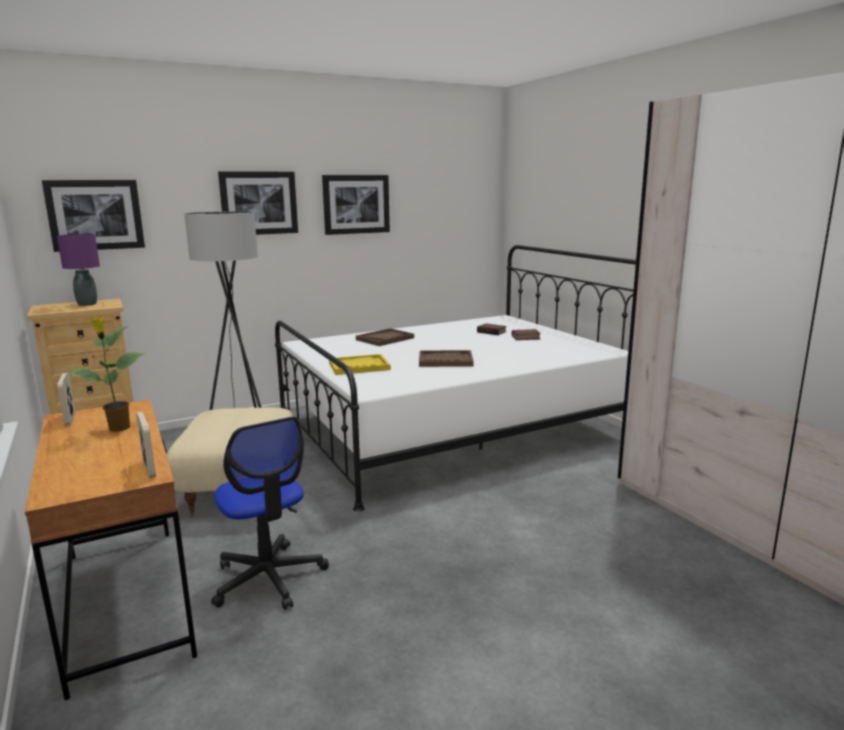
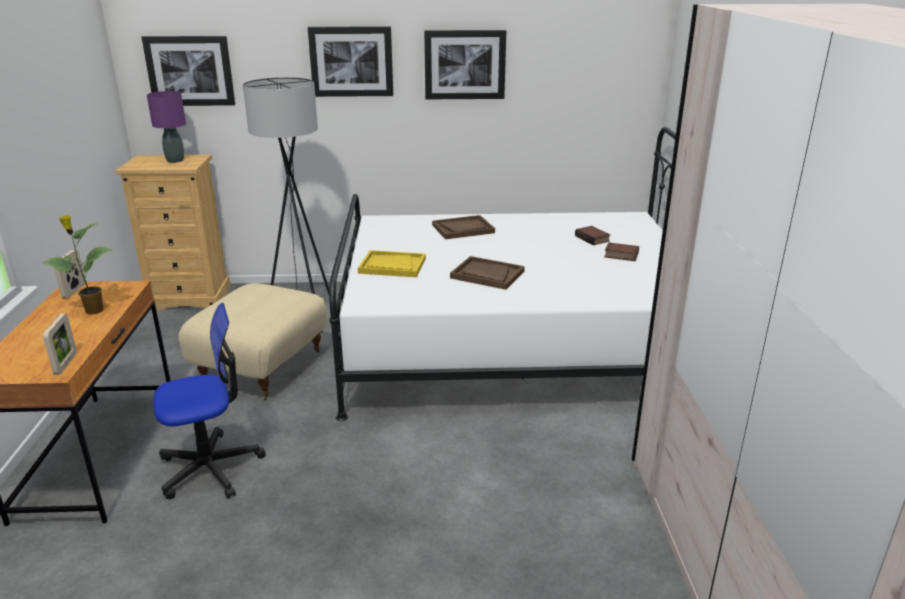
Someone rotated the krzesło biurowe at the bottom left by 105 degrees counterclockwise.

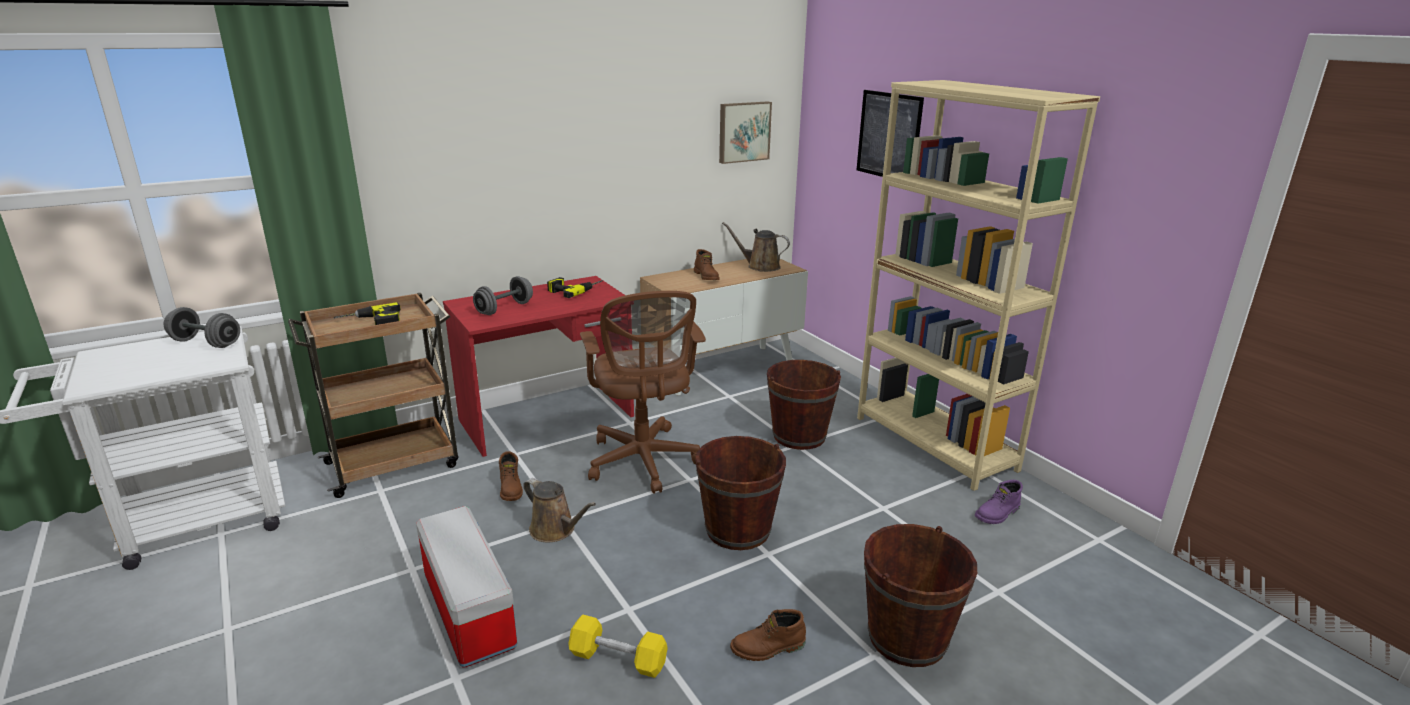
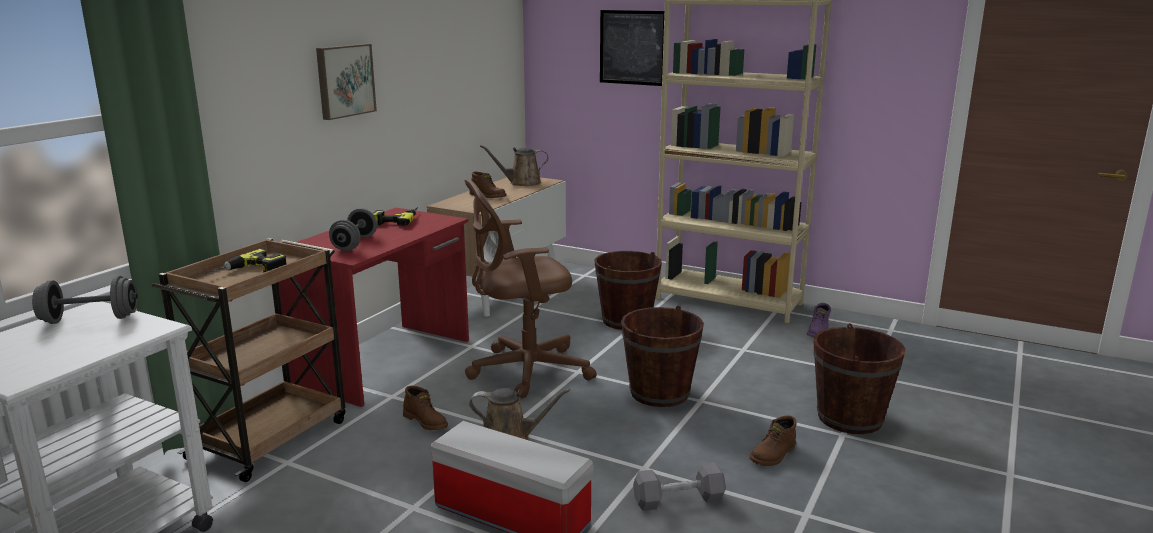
Someone repainted the hantel (żółty) at the bottom centre, which became the hantel (szary) (no. 3 from left) at the bottom centre.
Someone rotated the krzesło biurowe (brązowy) at the centre by 120 degrees clockwise.
Someone carried the obraz (no. 1 from left) from the top centre to the top left.

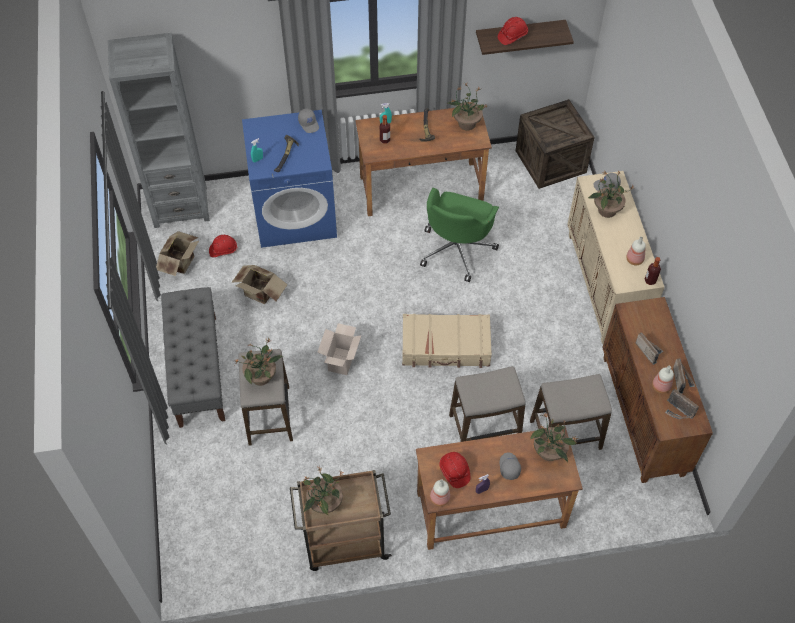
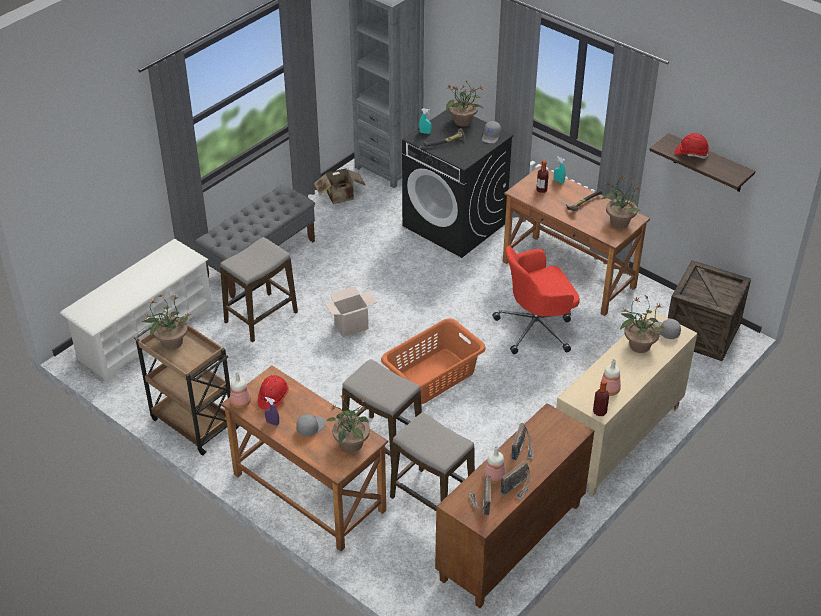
Someone took away the kask (czerwony) (no. 1 from left) at the middle left.
Someone took away the karton (no. 2 from left) at the middle left.
Someone carried the roślina doniczkowa (no. 1 from left in the first image) from the middle left to the top centre.
Someone repainted the pralka (niebieski) at the top centre, which became the pralka (czarny) at the top centre.
Someone swapped the walizka (beżowy) at the centre for the kosz na pranie (pomarańczowy) at the centre.
Someone repainted the krzesło biurowe (zielony) at the centre, which became the krzesło biurowe (czerwony) at the centre.
Someone put down the regał na buty (biały) at the middle left.

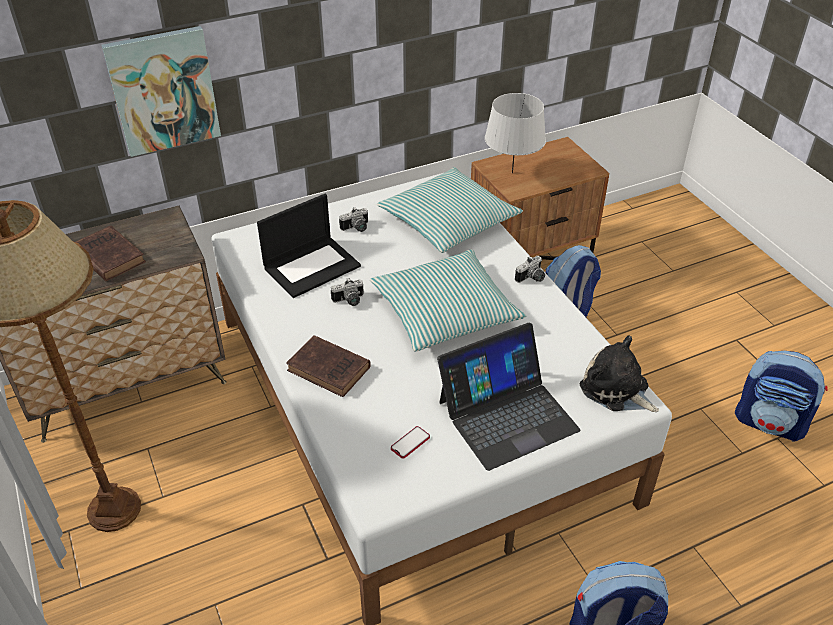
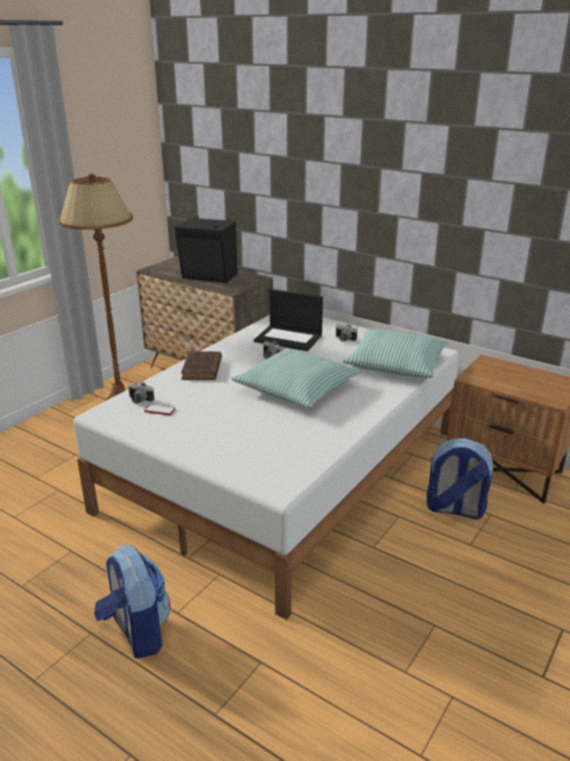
Someone swapped the książka (brązowy) (no. 1 from left) at the middle left for the głośnik (czarny) at the top centre.
Someone took away the obraz at the top left.
Someone took away the laptop (no. 2 from left) at the centre.
Someone took away the lampa stołowa (szary) at the top centre.
Someone carried the aparat fotograficzny (no. 3 from left in the first image) from the centre to the middle left.
Someone took away the pluszak at the middle right.
Someone took away the plecak (no. 3 from left) at the middle right.

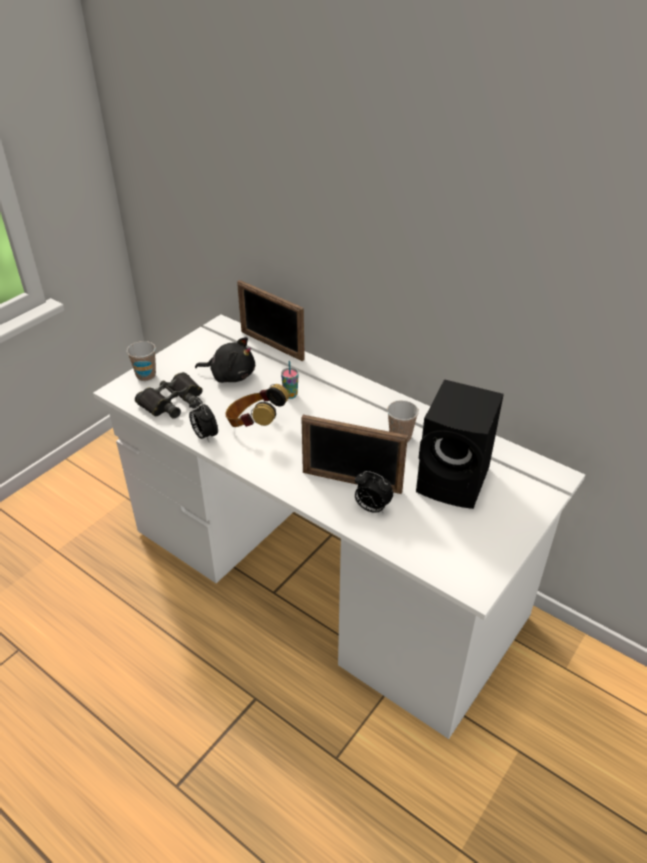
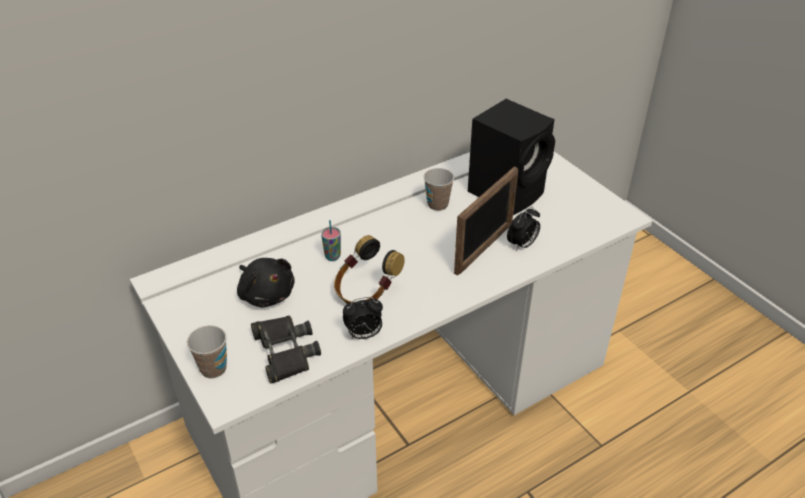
Someone rotated the pluszak (czarny) at the centre by 105 degrees clockwise.
Someone took away the ramka na zdjęcie (no. 1 from left) at the centre.

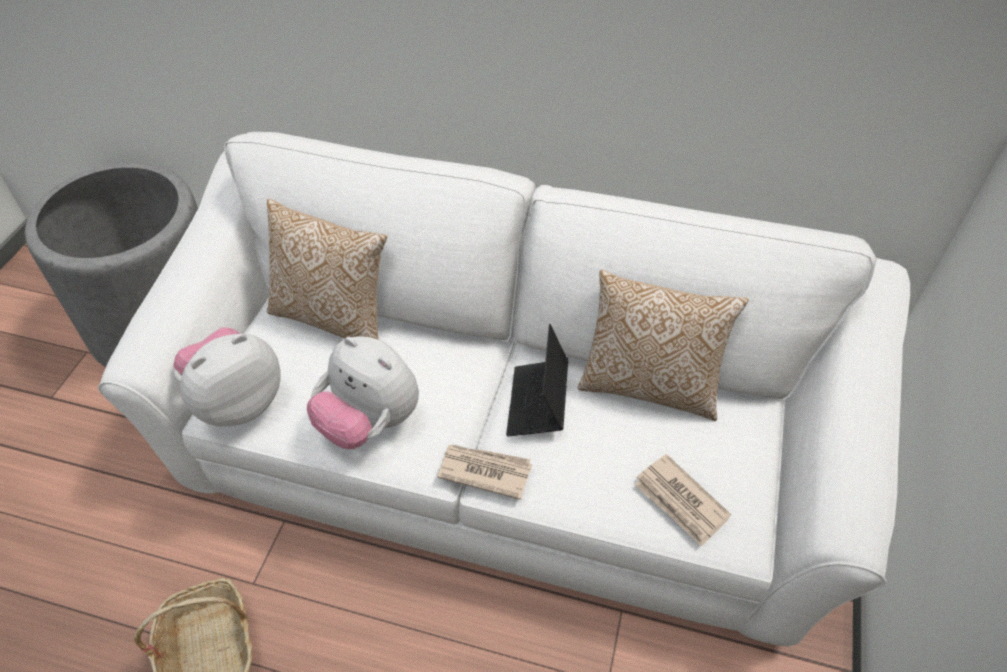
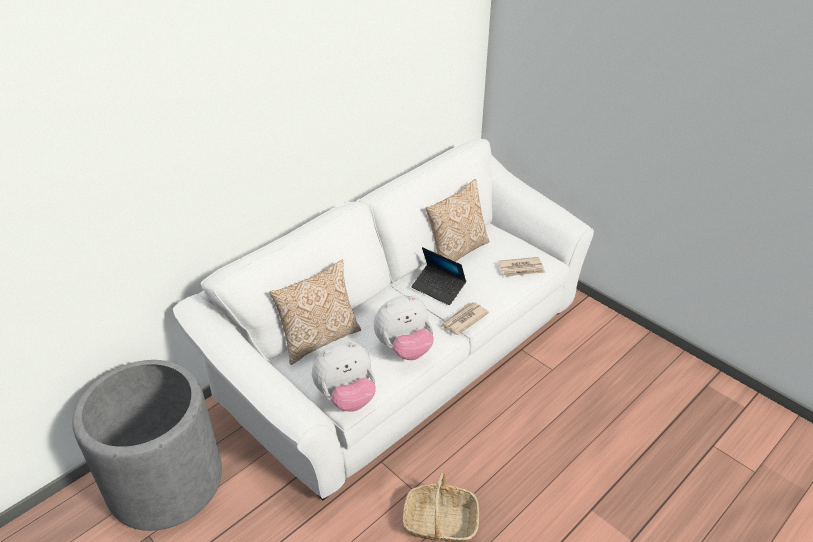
Someone rotated the pluszak (no. 1 from left) at the middle left by 105 degrees counterclockwise.

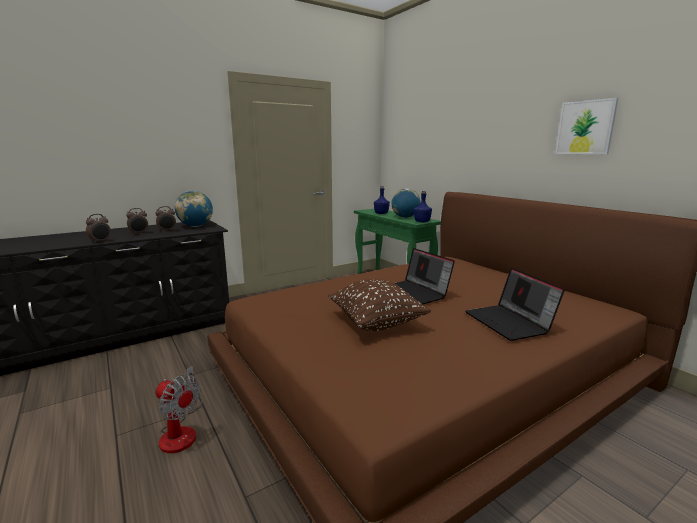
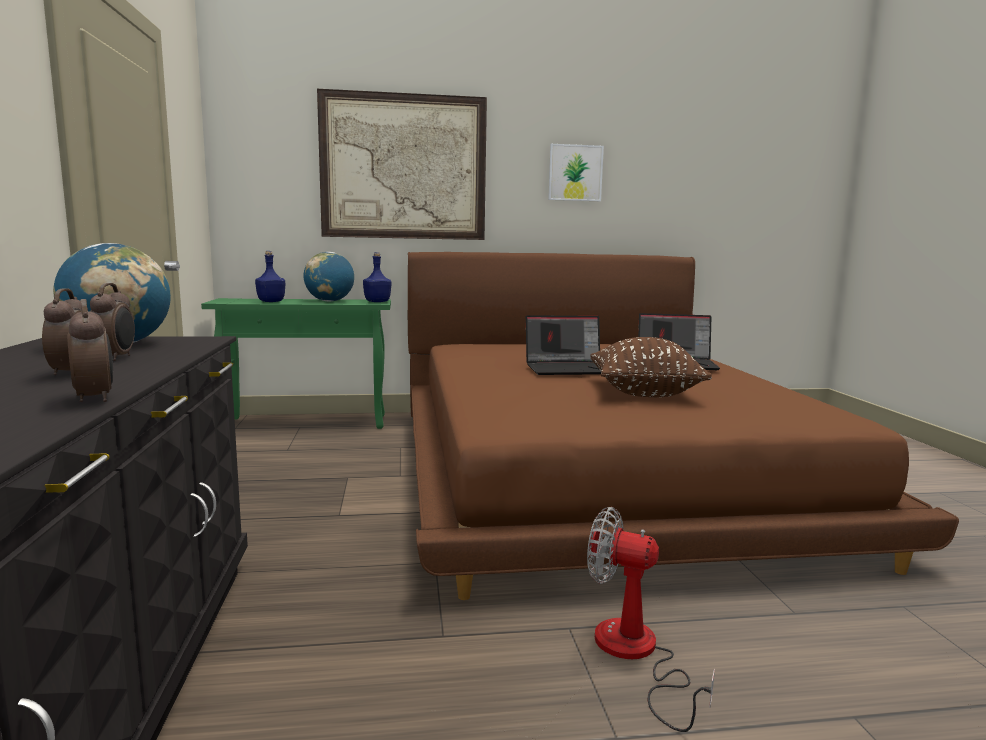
Someone rotated the wentylator at the bottom left by 120 degrees counterclockwise.
Someone put up the obraz (no. 1 from left) at the top centre.

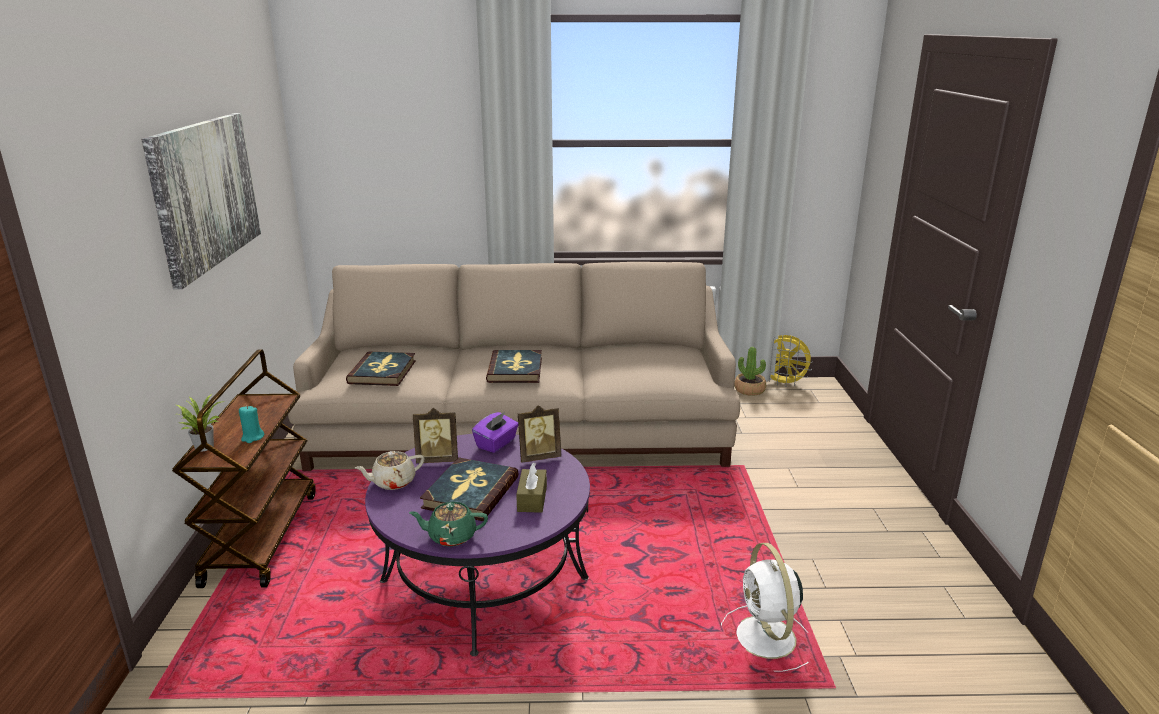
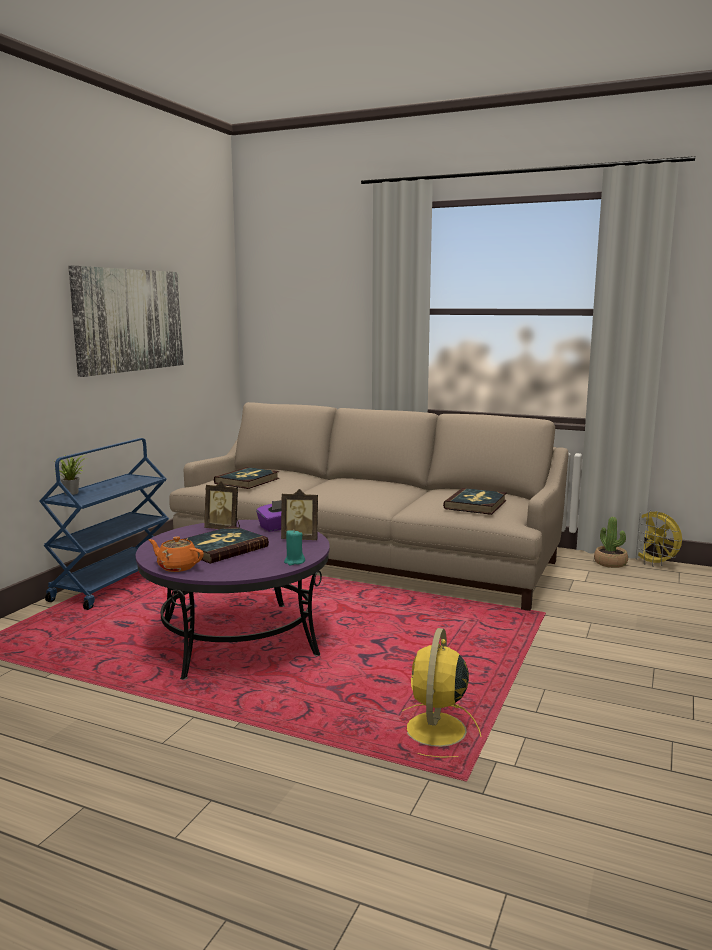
Someone repainted the wózek (brązowy) at the middle left, which became the wózek (niebieski) at the middle left.
Someone carried the świeca (turkusowy) from the middle left to the centre.
Someone took away the imbryk (beżowy) at the centre.
Someone repainted the imbryk (zielony) at the bottom centre, which became the imbryk (pomarańczowy) at the middle left.
Someone carried the książka (no. 3 from left) from the centre to the middle right.
Someone took away the pudełko chusteczek (brązowy) at the bottom centre.
Someone repainted the wentylator (biały) at the bottom centre, which became the wentylator (żółty) (no. 1 from left) at the bottom centre.

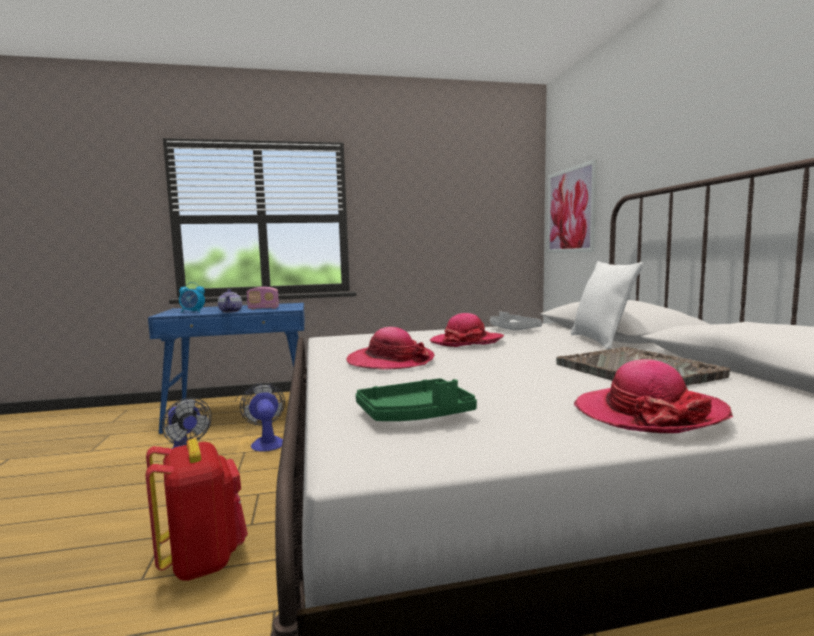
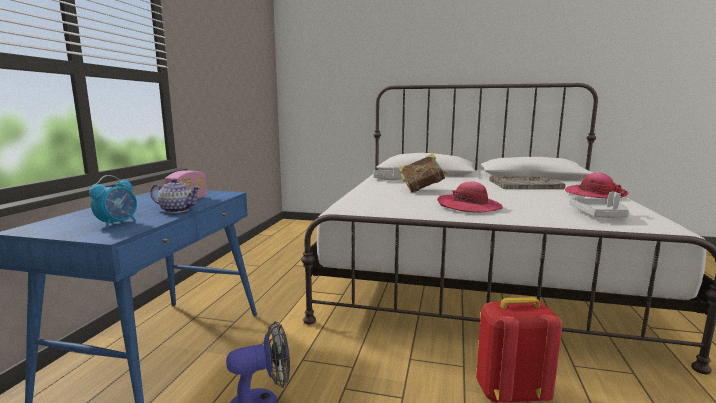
Someone took away the wentylator (no. 2 from left) at the middle left.
Someone repainted the taca (zielony) at the centre, which became the taca (szary) (no. 3 from left) at the middle right.
Someone swapped the kapelusz (no. 2 from left) at the centre for the książka at the centre.
Someone took away the obraz at the top right.
Someone took away the poduszka (biały) at the middle right.

